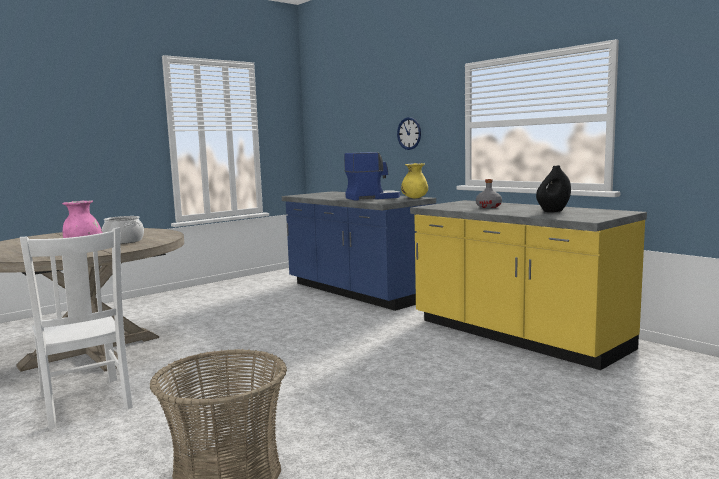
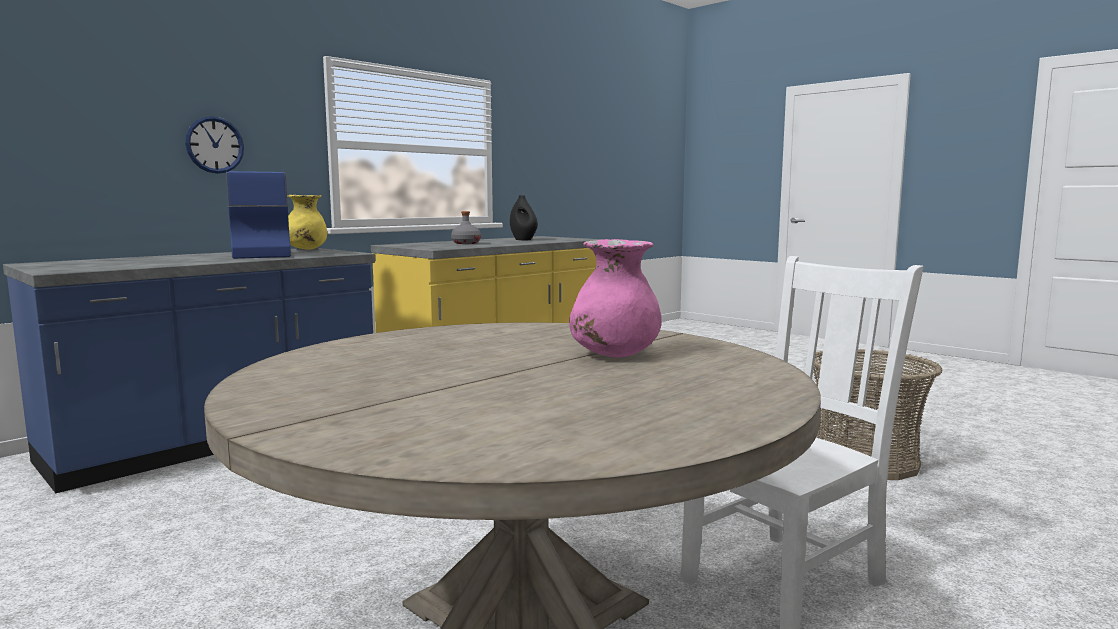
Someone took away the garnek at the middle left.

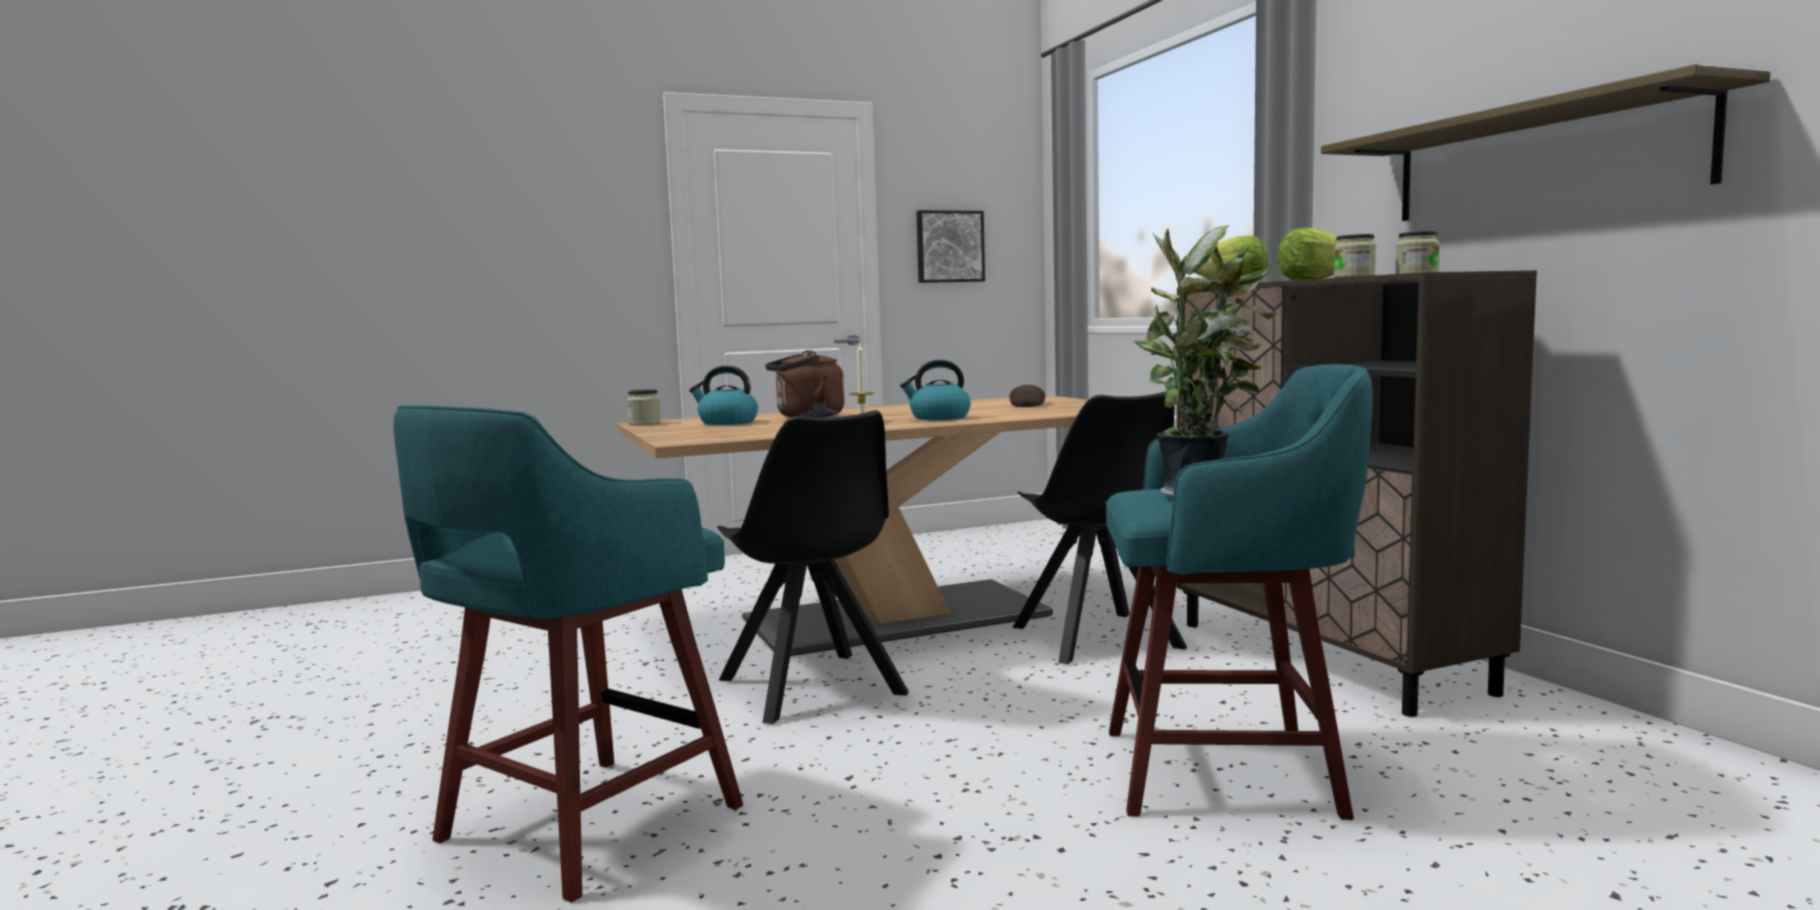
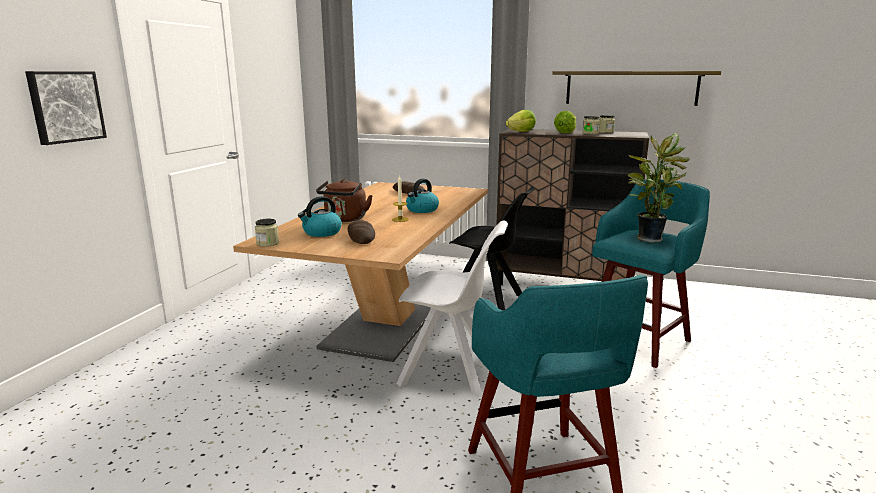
Someone repainted the krzesło (czarny) (no. 1 from left) at the centre, which became the krzesło (biały) at the centre.
Someone carried the obraz from the top centre to the top left.
Someone put down the chleb (no. 1 from left) at the centre.

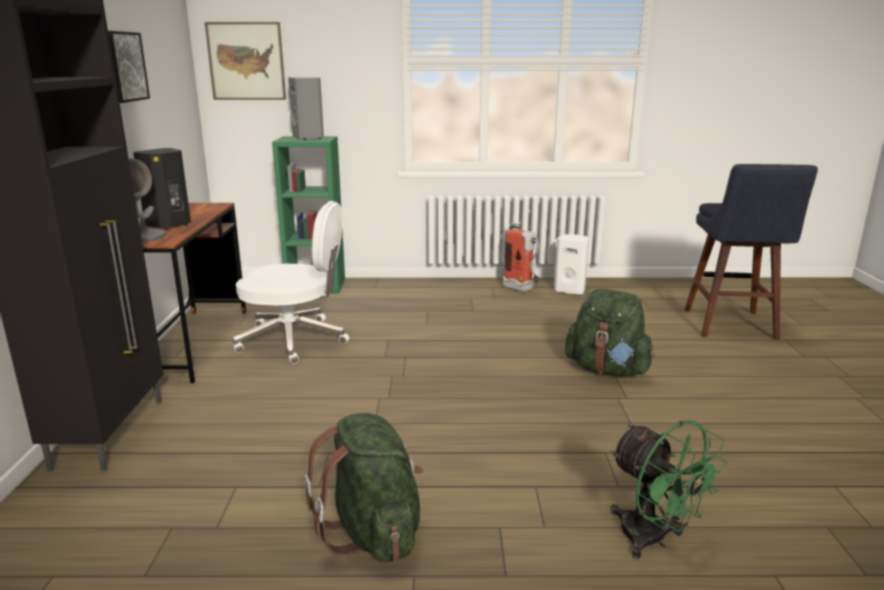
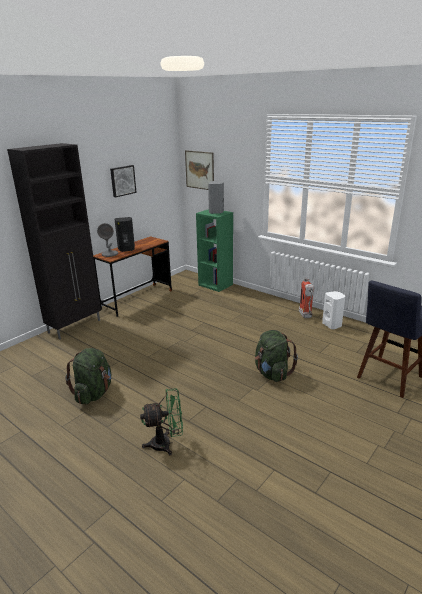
Someone took away the krzesło biurowe (biały) at the middle left.
Someone rotated the wentylator (zielony) at the bottom right by 105 degrees counterclockwise.

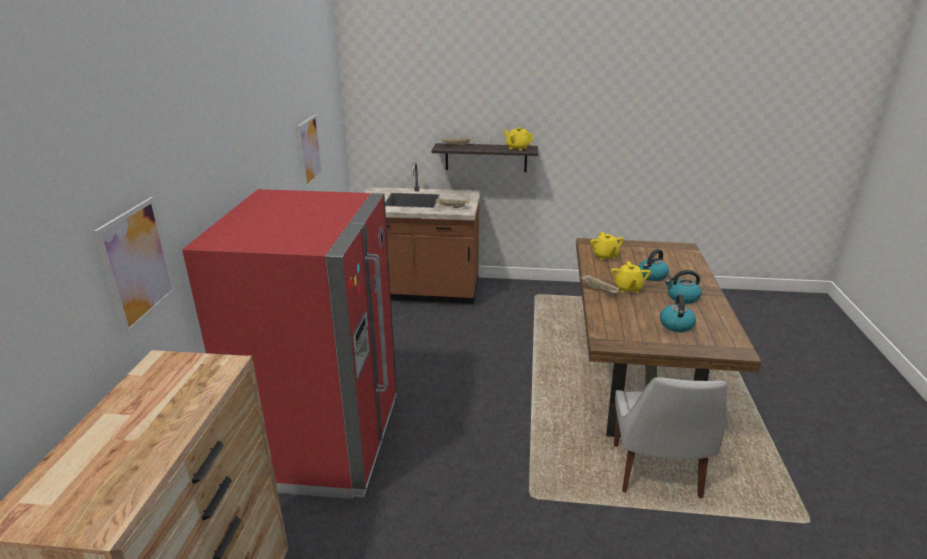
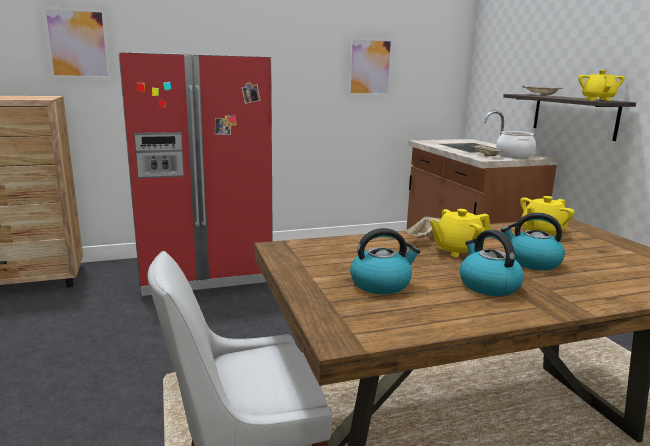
Someone put down the garnek at the top right.

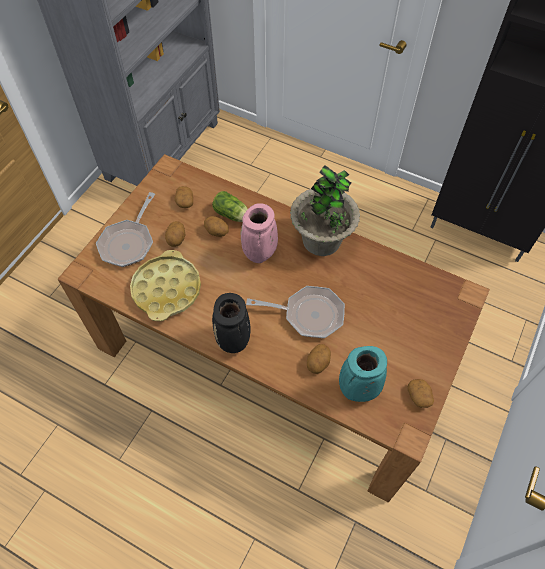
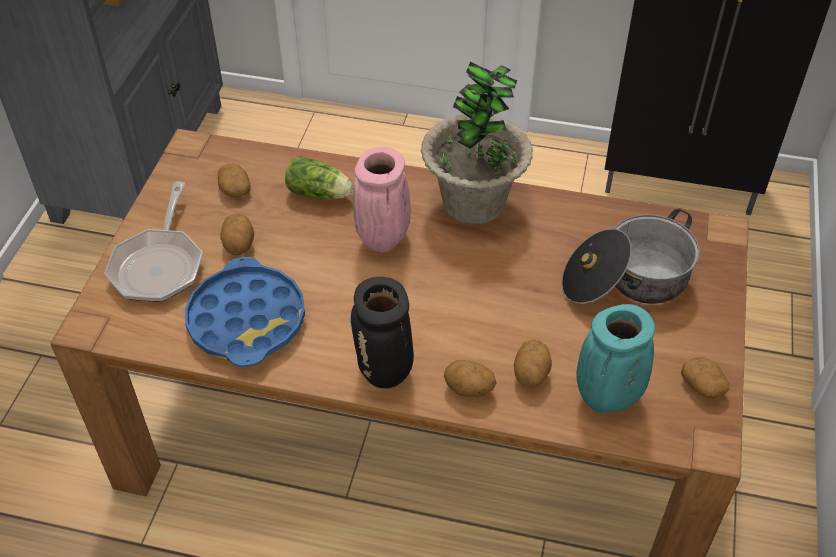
Someone repainted the taca (żółty) at the middle left, which became the taca (niebieski) at the middle left.
Someone carried the ziemniak (no. 3 from left) from the centre to the bottom centre.
Someone took away the patelnia (no. 2 from left) at the centre.
Someone put down the garnek at the middle right.

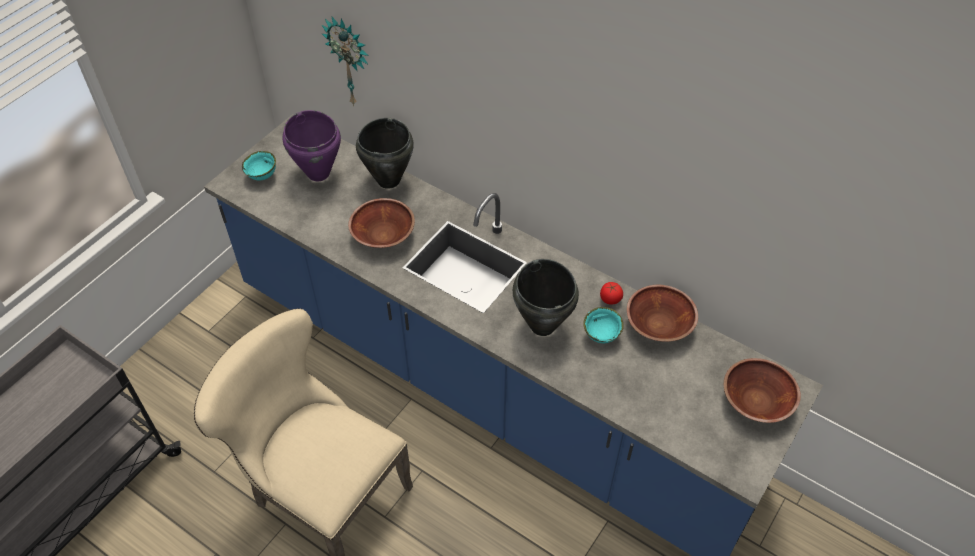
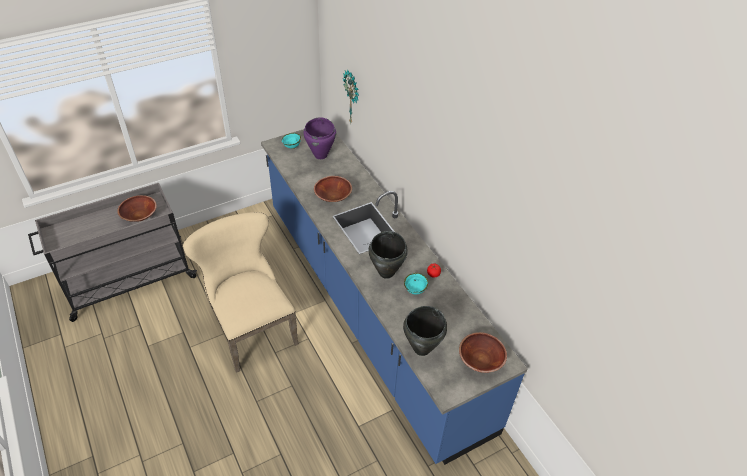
Someone carried the garnek (czarny) (no. 1 from left in the first image) from the top centre to the bottom centre.
Someone carried the miska (brązowy) (no. 2 from left in the first image) from the middle right to the middle left.

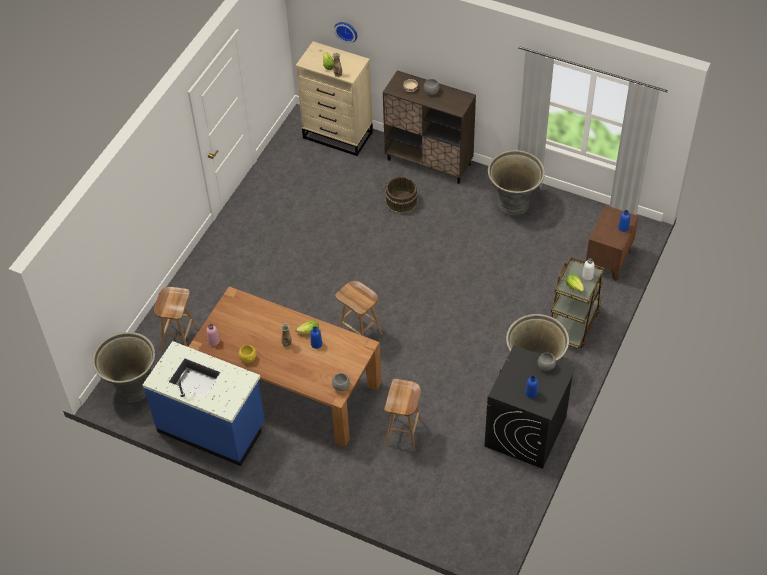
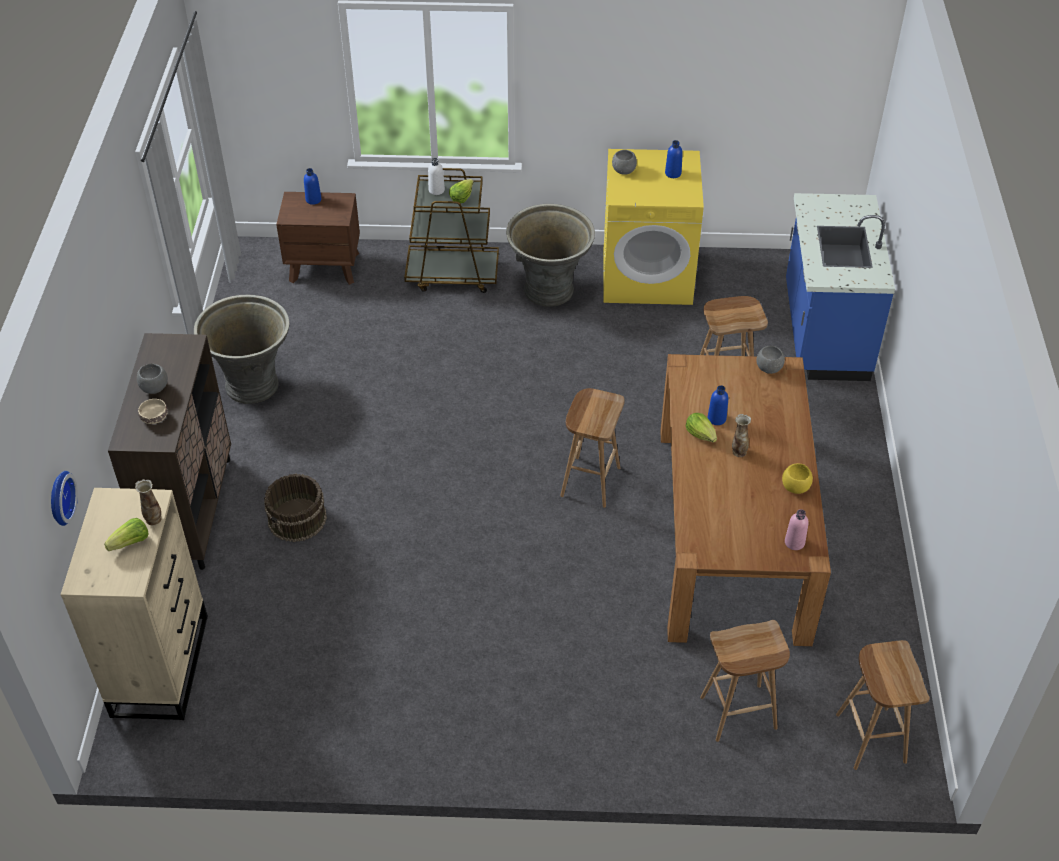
Someone swapped the donica (szary) (no. 1 from left) at the middle left for the stołek (brązowy) (no. 4 from left) at the bottom right.
Someone carried the zabudowa kuchenna (niebieski) from the bottom left to the middle right.
Someone repainted the pralka (czarny) at the bottom right, which became the pralka (żółty) at the top centre.

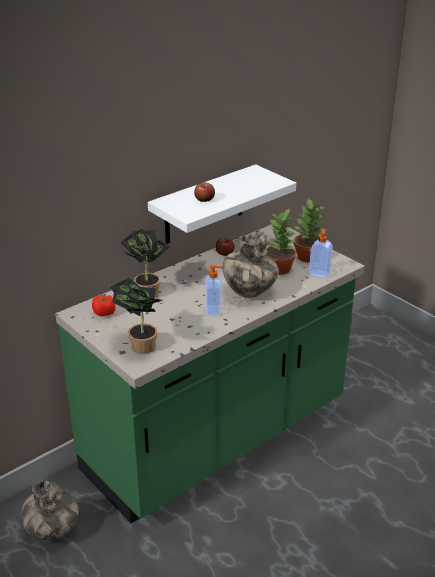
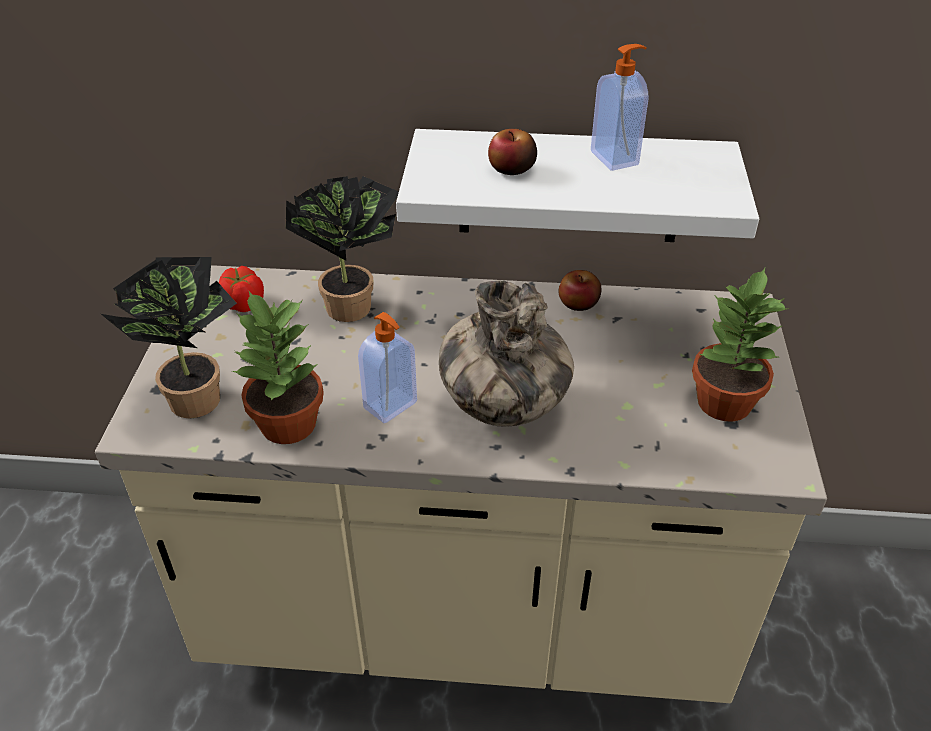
Someone took away the wazon (no. 1 from left) at the bottom left.
Someone repainted the zabudowa kuchenna (zielony) at the centre, which became the zabudowa kuchenna (beżowy) at the centre.
Someone carried the roślina doniczkowa (no. 3 from left in the first image) from the centre to the middle left.
Someone carried the dozownik mydła (no. 2 from left) from the middle right to the top centre.

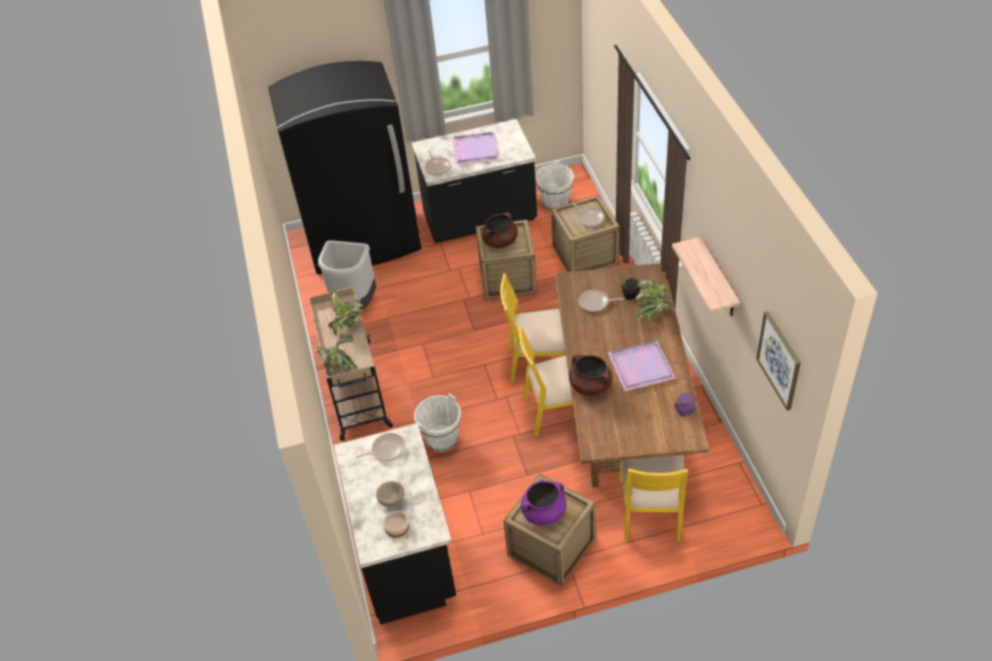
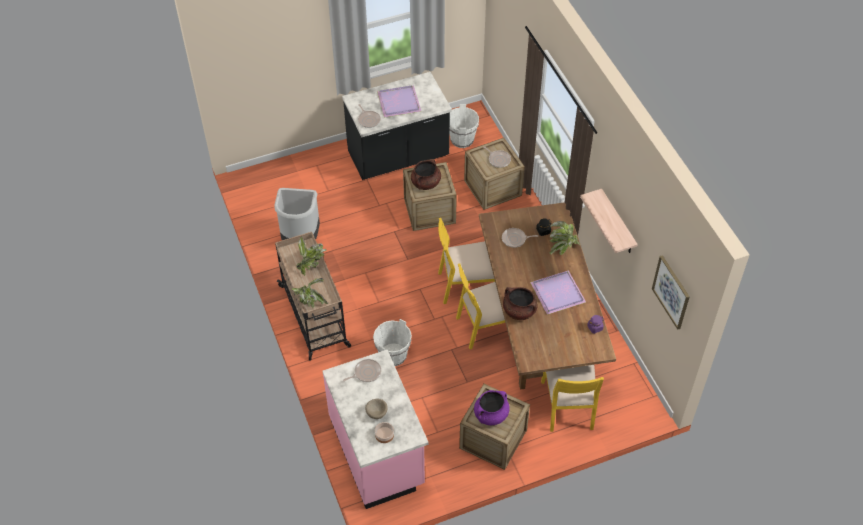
Someone took away the lodówka (czarny) at the top centre.
Someone repainted the zabudowa kuchenna (czarny) (no. 1 from left) at the bottom centre, which became the zabudowa kuchenna (różowy) at the bottom centre.

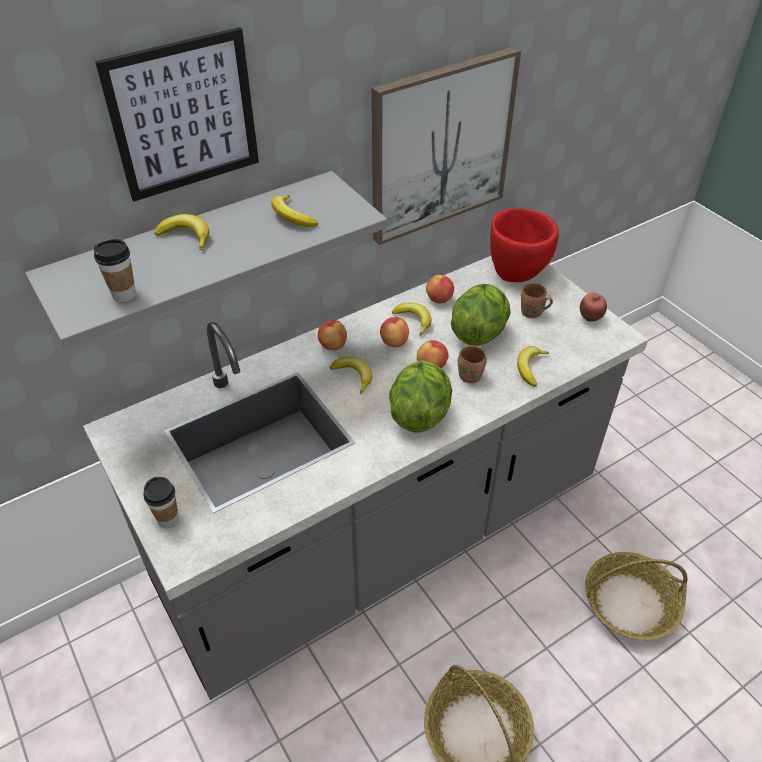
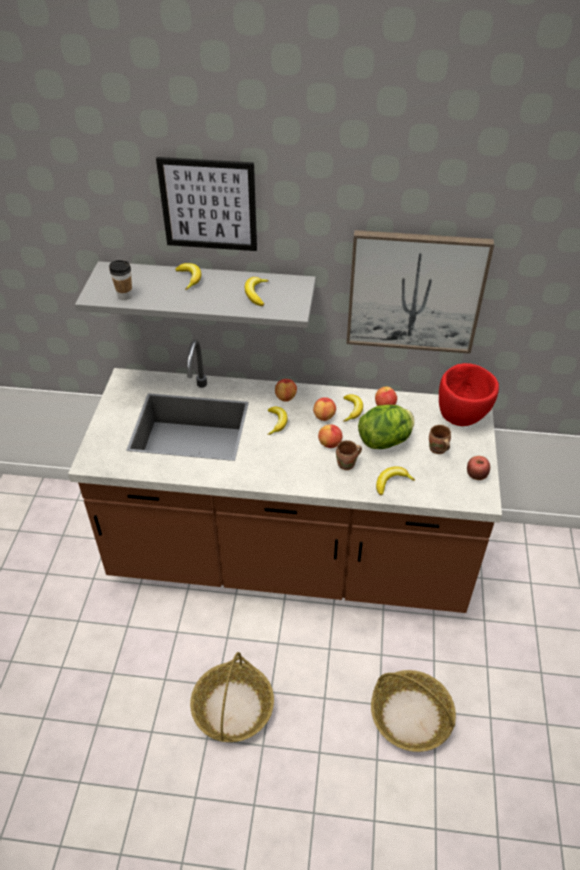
Someone repainted the zabudowa kuchenna (szary) at the centre, which became the zabudowa kuchenna (brązowy) at the centre.
Someone took away the filiżanka (no. 2 from left) at the middle left.
Someone took away the sałata (no. 1 from left) at the centre.

